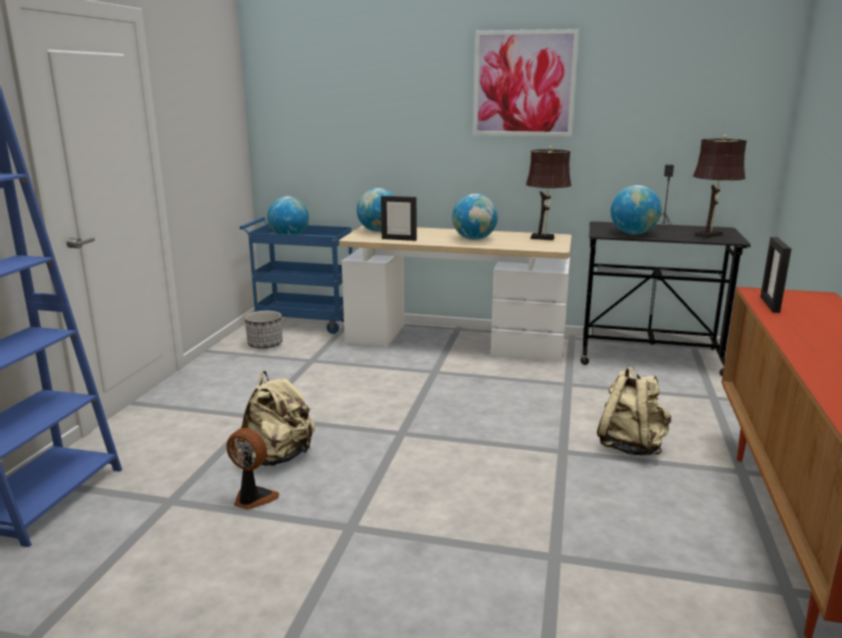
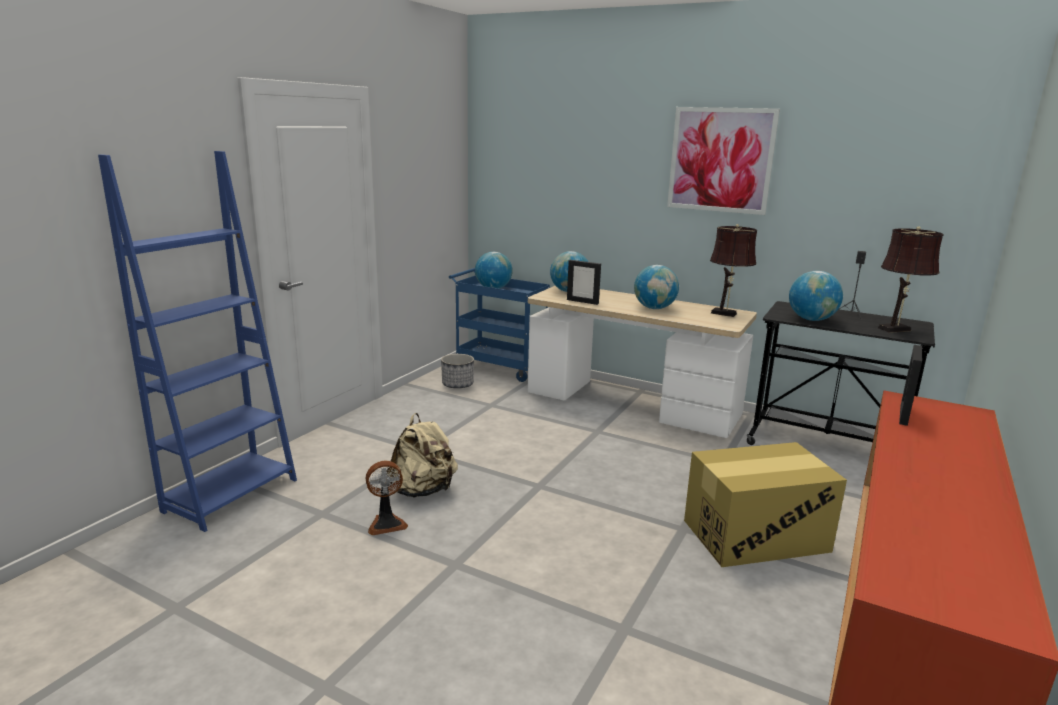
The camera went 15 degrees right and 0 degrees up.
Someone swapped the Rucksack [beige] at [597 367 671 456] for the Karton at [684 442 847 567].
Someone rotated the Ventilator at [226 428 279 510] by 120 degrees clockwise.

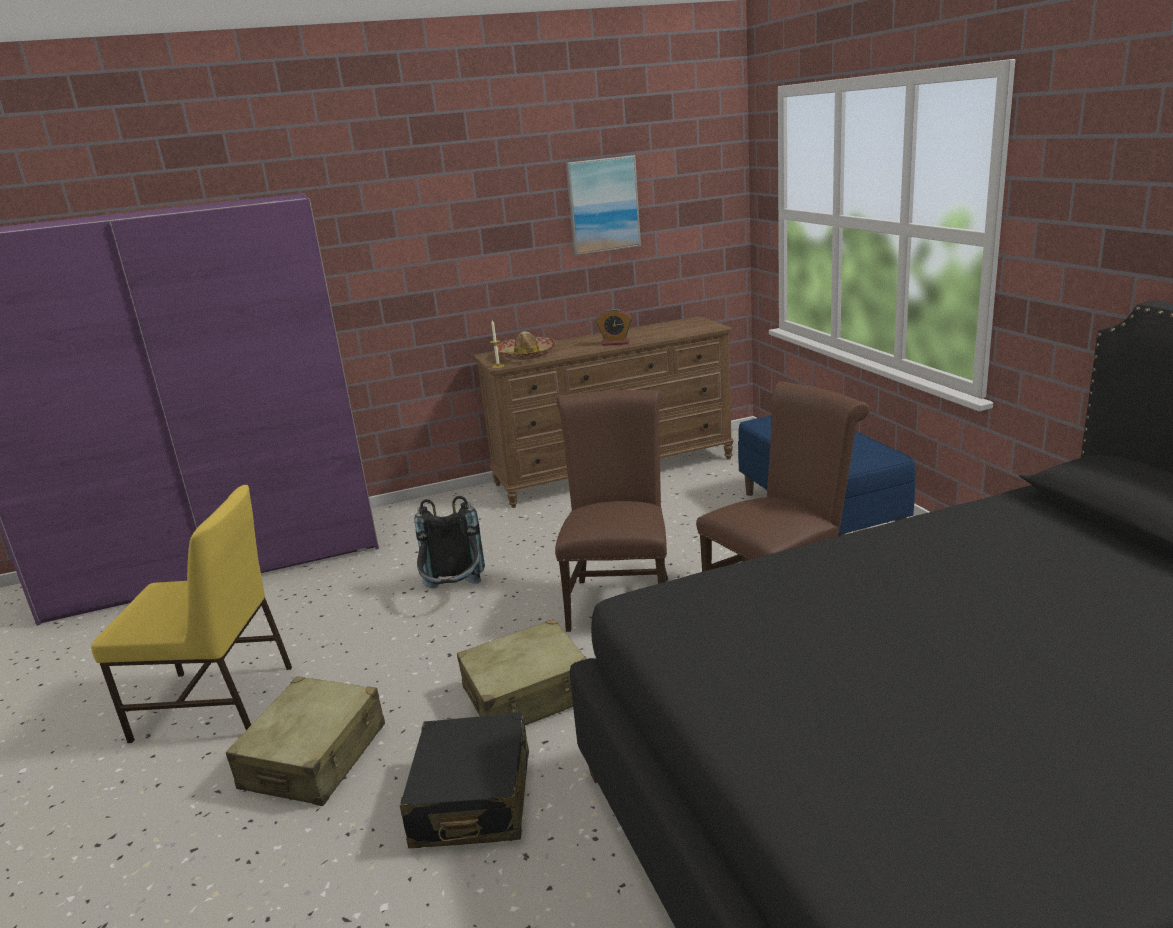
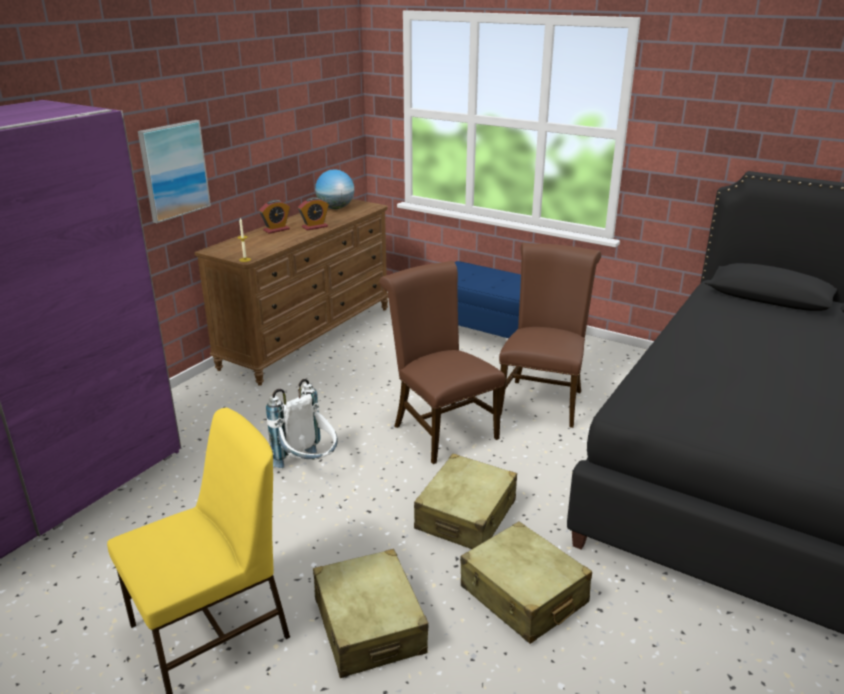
The camera went 40 degrees left and 5 degrees up.
Someone carried the Bild from [566 155 641 255] to [138 120 211 223].
Someone took away the Hut at [497 331 556 360].
Someone repainted the Rucksack [schwarz] at [414 496 485 588], which became the Rucksack [weiß] at [266 379 338 468].
Someone repainted the Koffer [schwarz] at [400 713 529 848], which became the Koffer [beige] at [460 521 592 644].
Someone put down the Globus at [315 169 354 209].
Someone put down the Wecker at [259 200 290 234].

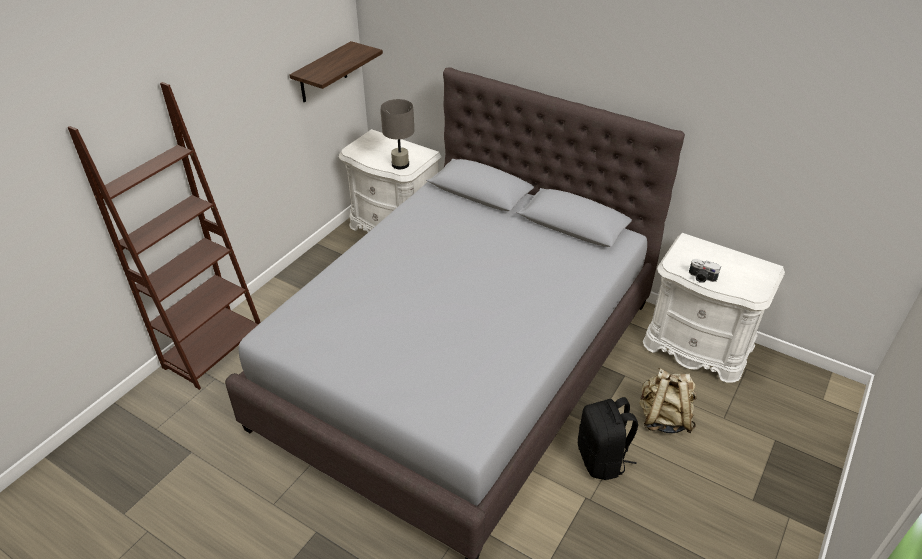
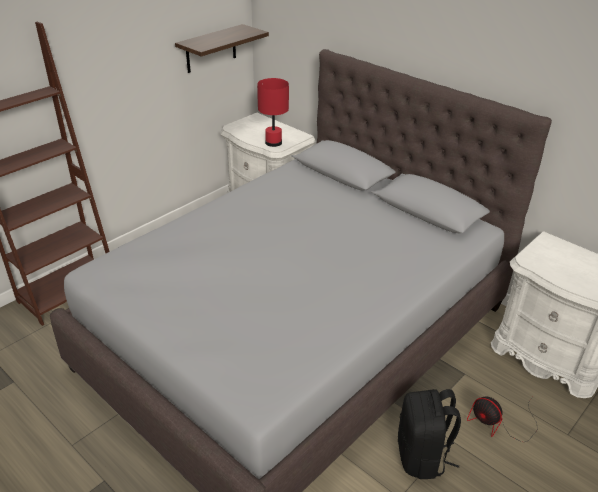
The camera went 10 degrees right and 5 degrees down.
Someone repainted the Tischlampe [grau] at [381 99 414 169], which became the Tischlampe [rot] at [257 78 289 147].
Someone took away the Kamera at [689 259 721 283].
Someone swapped the Rucksack [beige] at [639 368 697 433] for the Ventilator at [467 397 537 442].

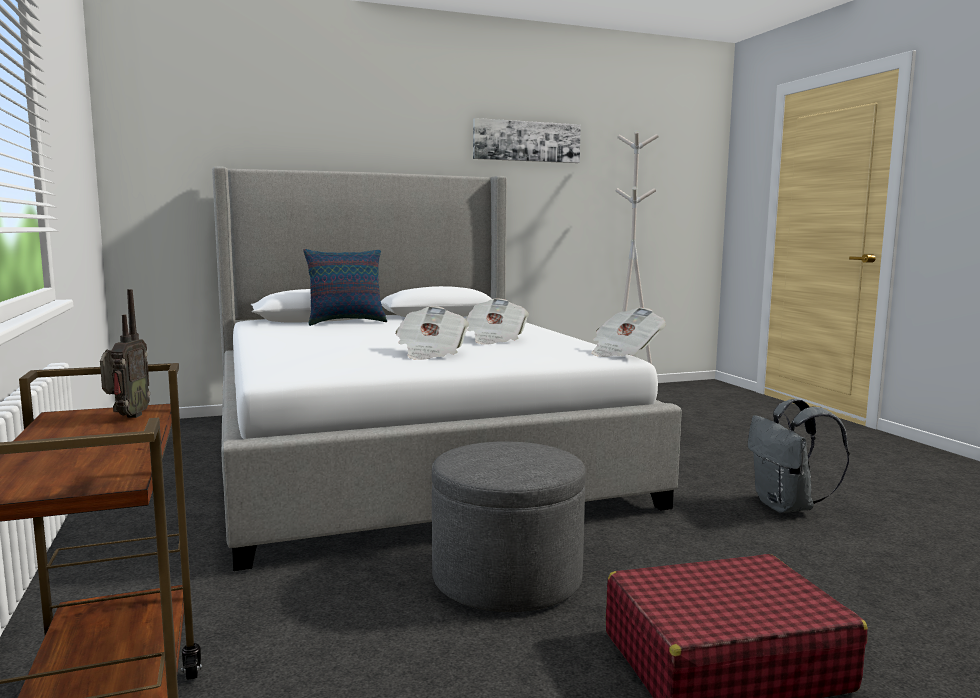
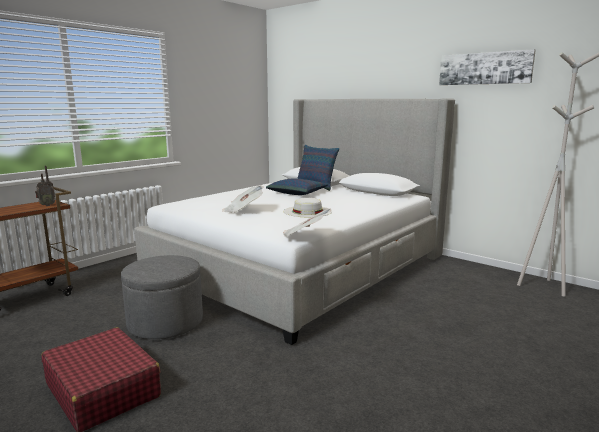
The camera went 60 degrees right and 5 degrees up.
Someone swapped the Zeitung at [466 298 529 345] for the Hut [weiß] at [284 197 332 217].
Someone took away the Rucksack [grau] at [748 399 850 513].
Someone put down the Kissen [blau] at [266 179 329 195].

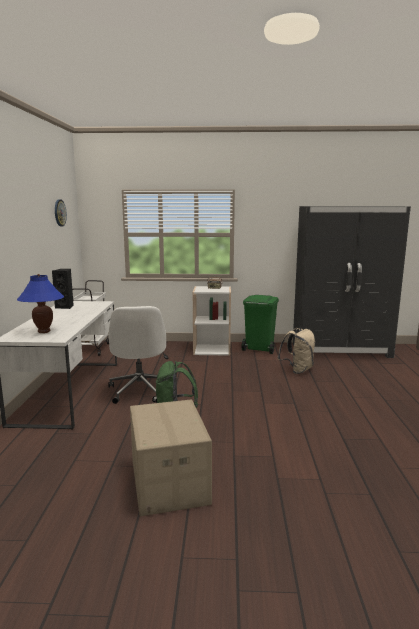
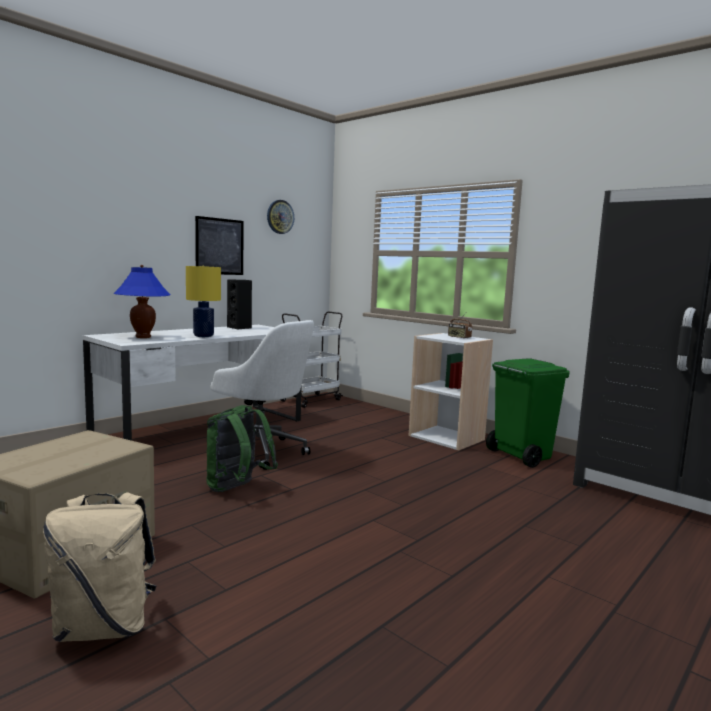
The camera went 40 degrees right and 5 degrees down.
Someone rotated the Bürostuhl [weiß] at [108 306 169 404] by 90 degrees counterclockwise.
Someone carried the Rucksack [beige] from [277 328 315 374] to [43 492 157 642].
Someone put up the Bild at [195 216 244 275].
Someone put down the Tischlampe [gelb] at [186 266 221 337].

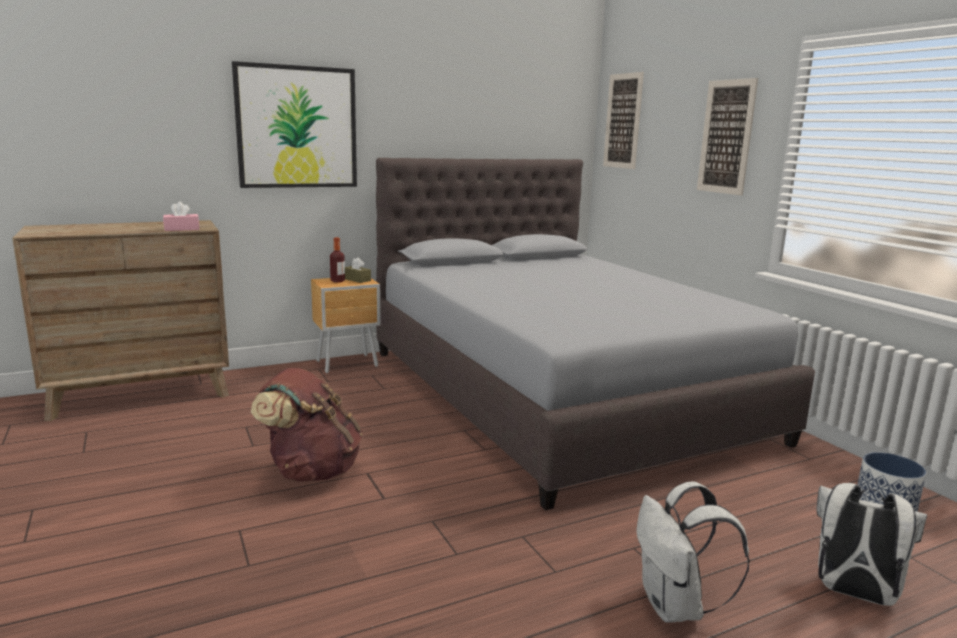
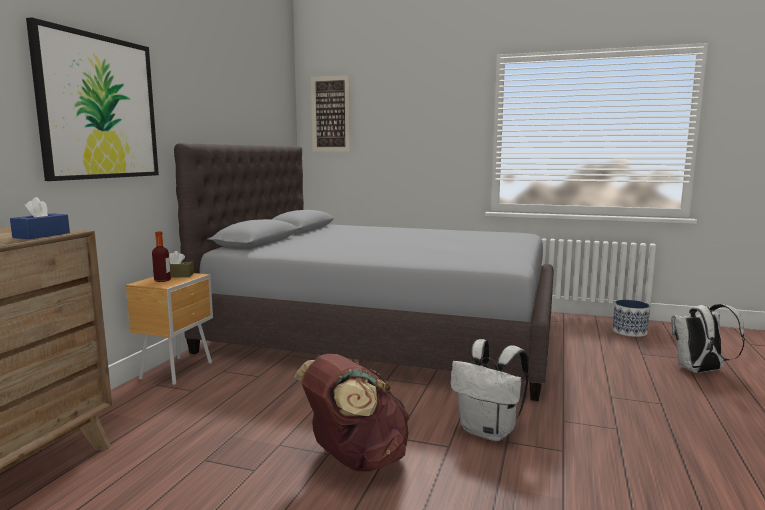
The camera went 45 degrees left and 5 degrees down.
Someone took away the Bild at [697 78 758 195].
Someone repainted the Taschentuchbox [rosa] at [163 202 199 231], which became the Taschentuchbox [blau] at [10 197 70 239].
Someone carried the Rucksack [weiß] from [636 481 750 623] to [450 339 529 441].

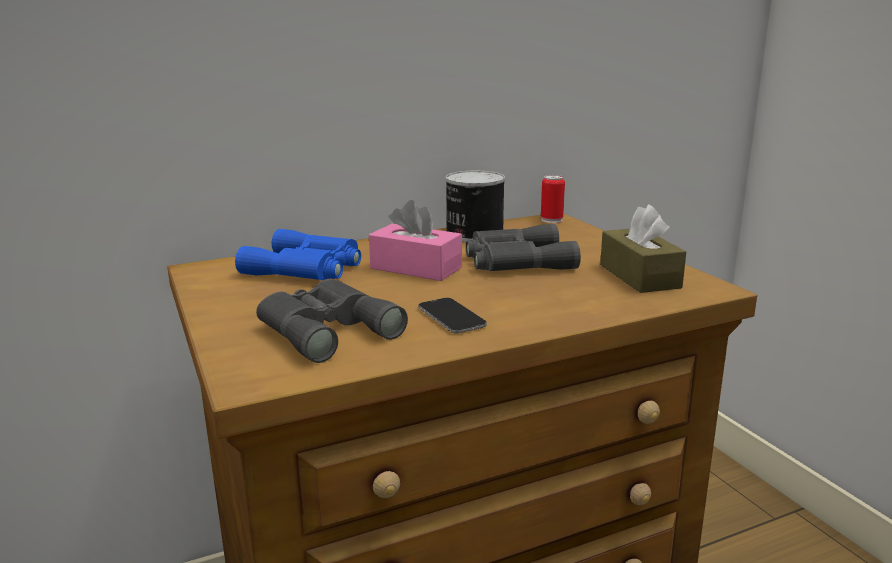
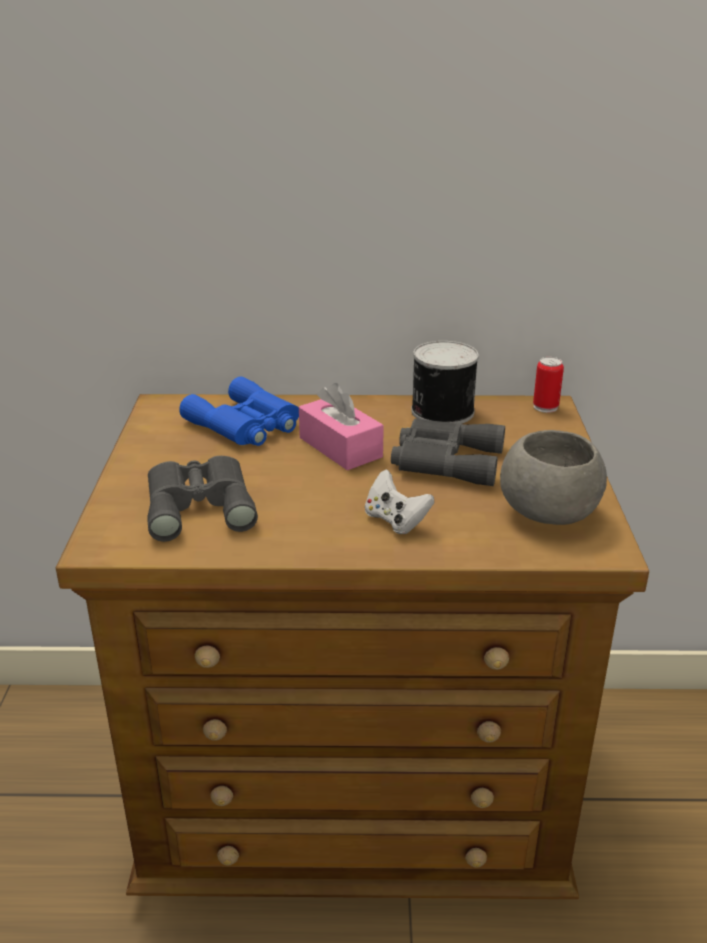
The camera went 25 degrees right and 10 degrees up.
Someone swapped the Taschentuchbox [braun] at [600 204 686 293] for the Schüssel [grau] at [500 430 607 525].
Someone took away the Handy at [418 298 487 333].
Someone put down the Gamepad [weiß] at [365 469 435 534].

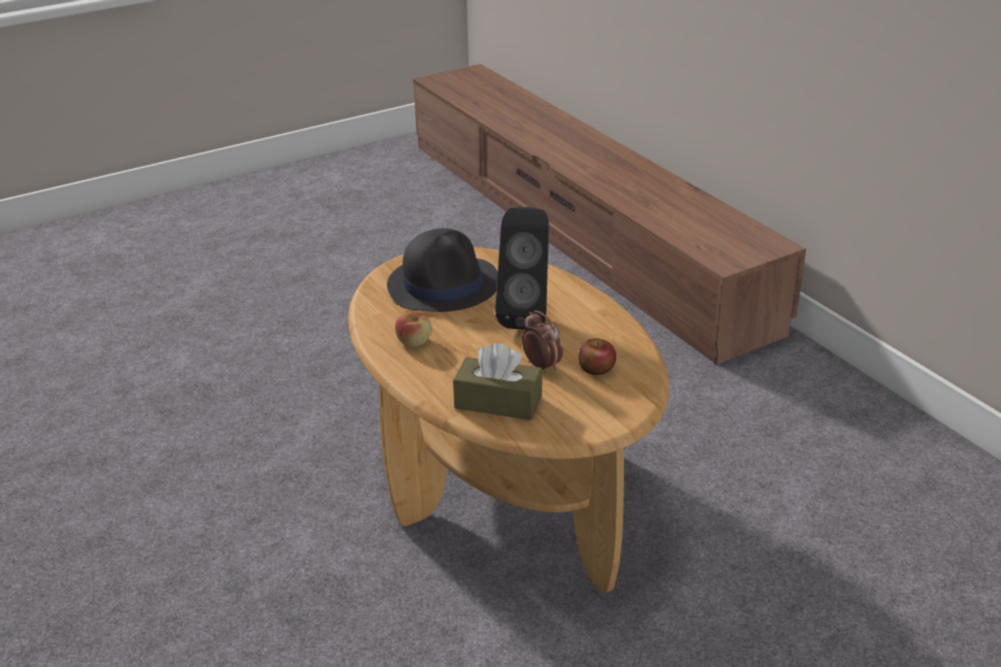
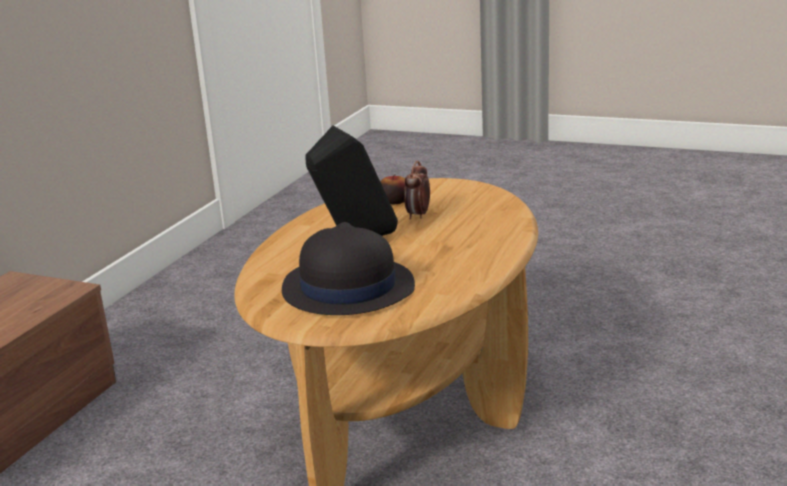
The camera went 125 degrees left and 10 degrees down.
Someone took away the Apfel at [395 311 432 347].
Someone took away the Taschentuchbox [braun] at [453 343 542 420].

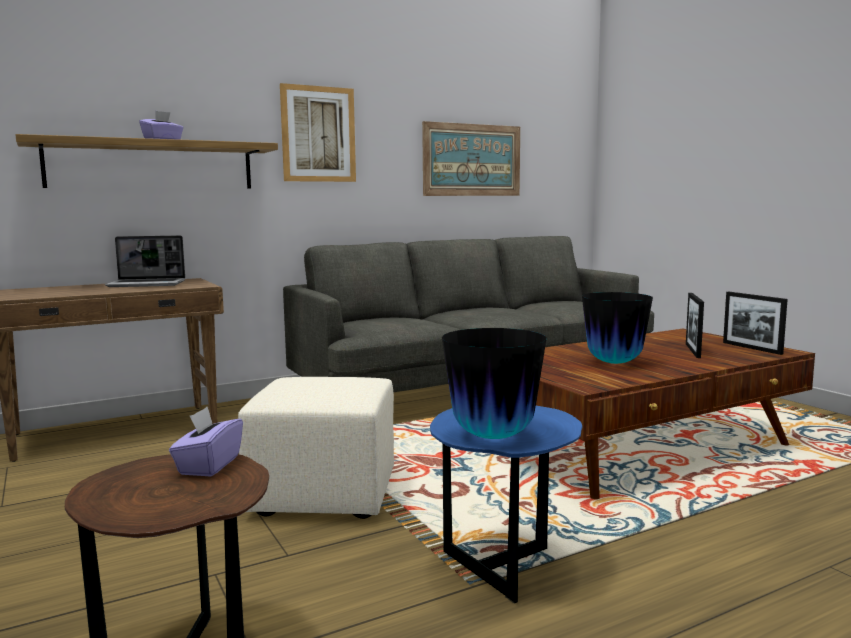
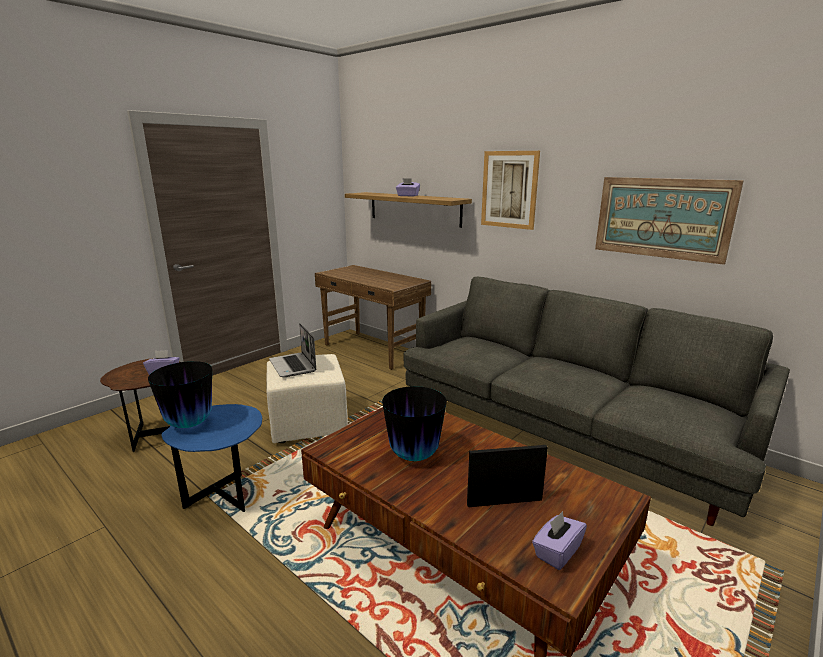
The camera went 70 degrees right and 10 degrees up.
Someone carried the Laptop from [105 235 185 287] to [269 323 316 377].
Someone swapped the Bilderrahmen at [723 292 788 355] for the Taschentuchbox [lila] at [532 511 587 570].

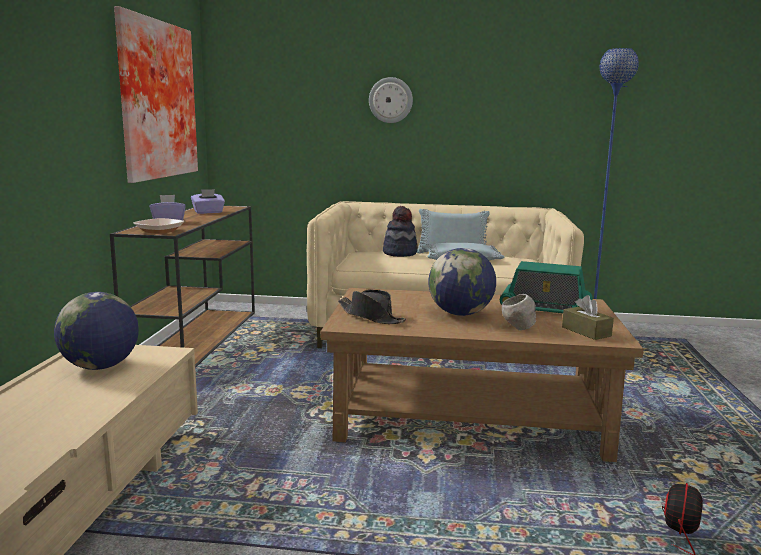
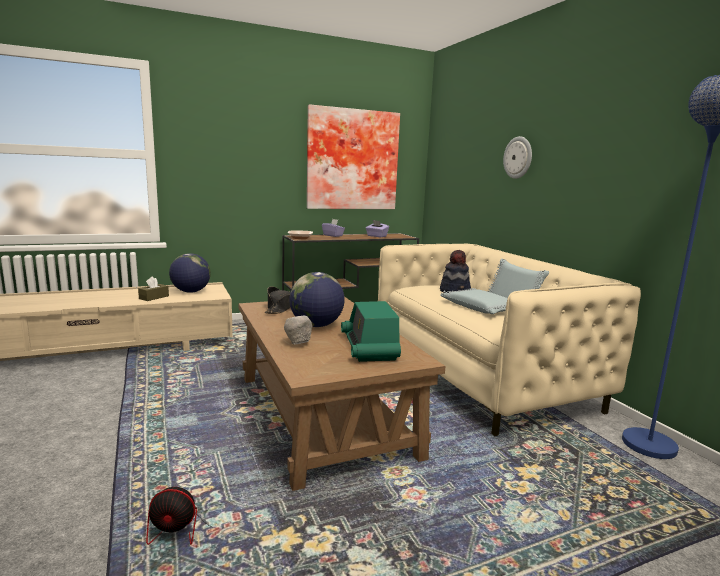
The camera went 60 degrees right and 0 degrees up.
Someone carried the Taschentuchbox [braun] from [562 295 614 340] to [138 276 169 301].

